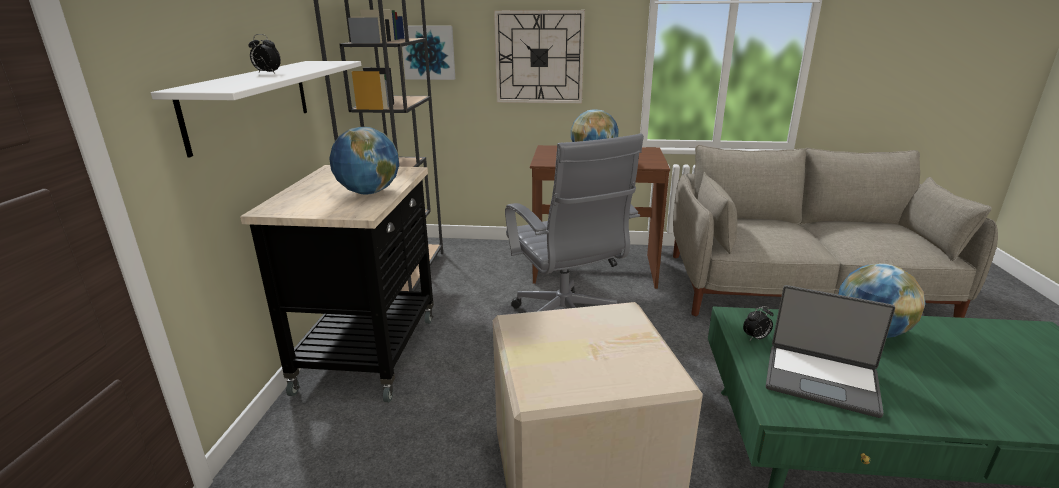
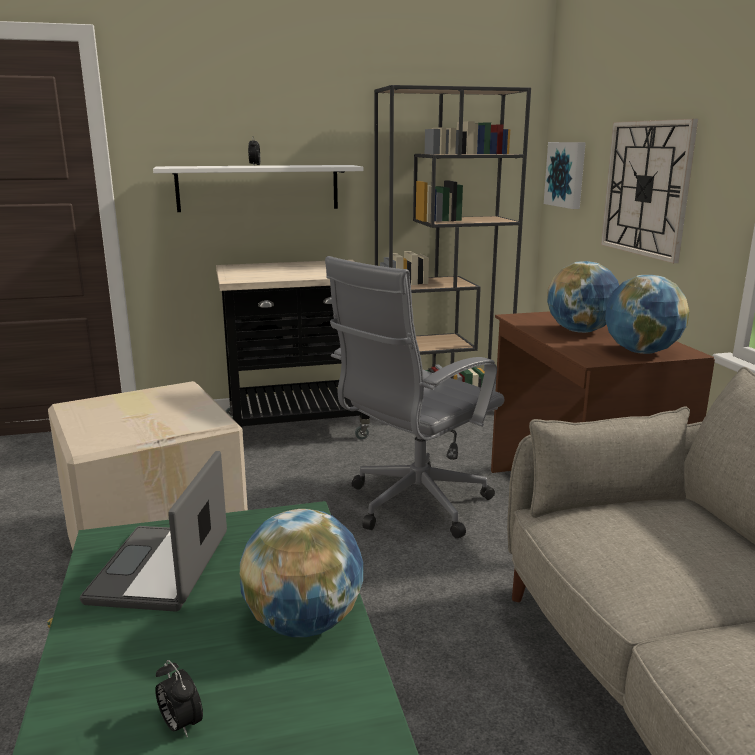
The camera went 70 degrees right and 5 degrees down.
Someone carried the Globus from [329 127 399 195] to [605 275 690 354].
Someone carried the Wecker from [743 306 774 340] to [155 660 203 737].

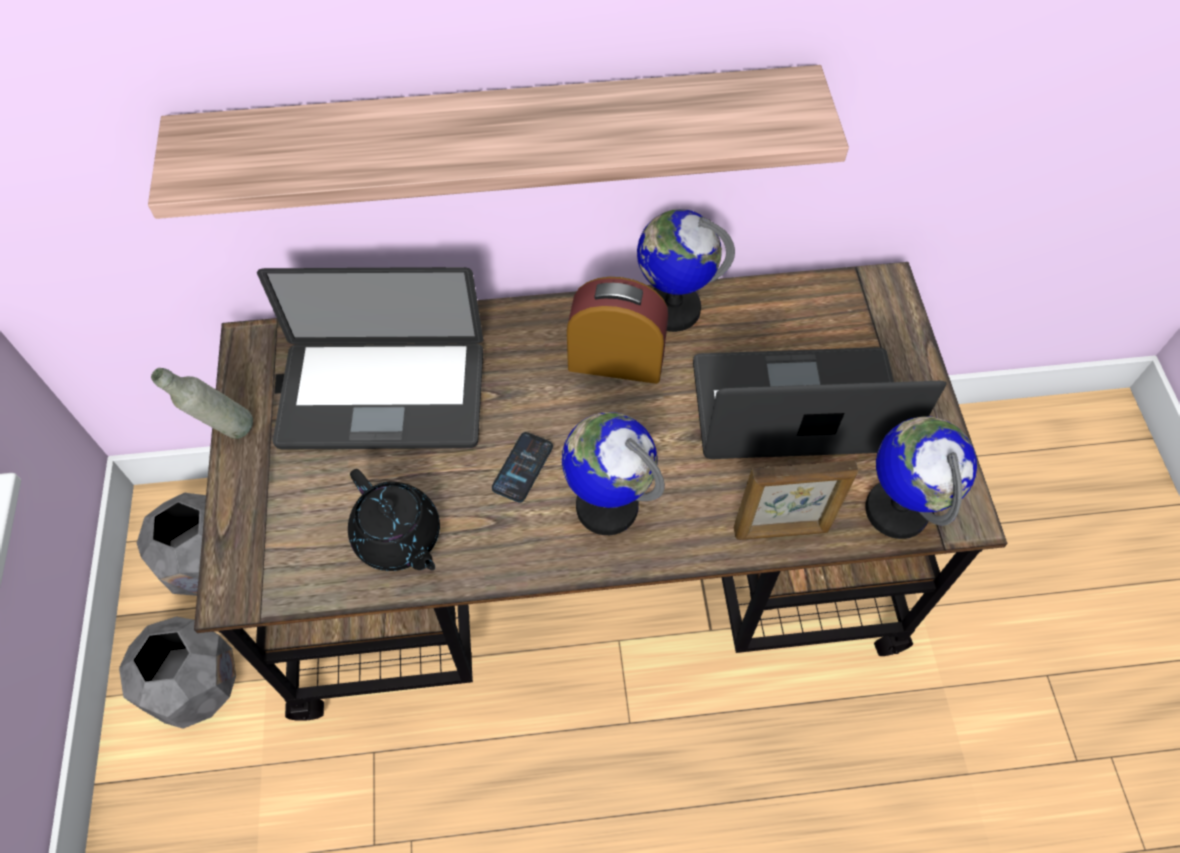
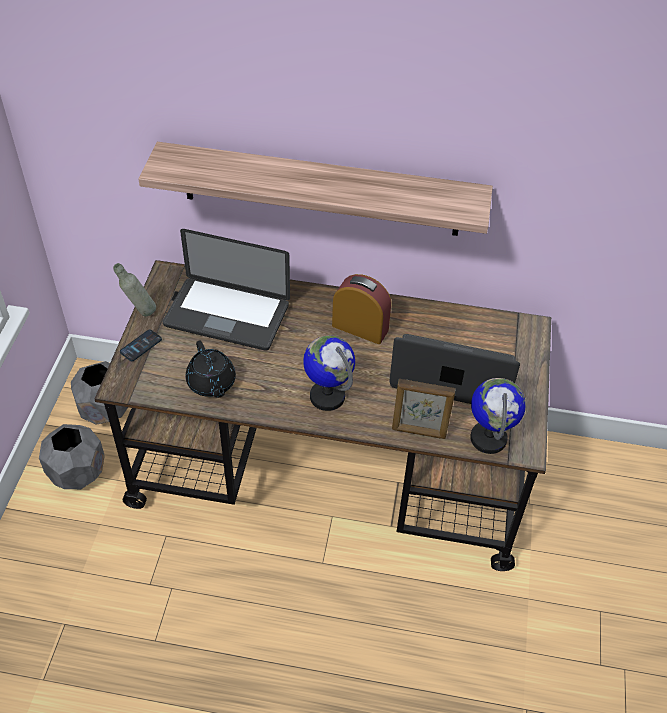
The camera went 15 degrees right and 10 degrees down.
Someone took away the Globus at [637 209 735 332].
Someone carried the Handy from [492 432 553 502] to [120 329 162 361].

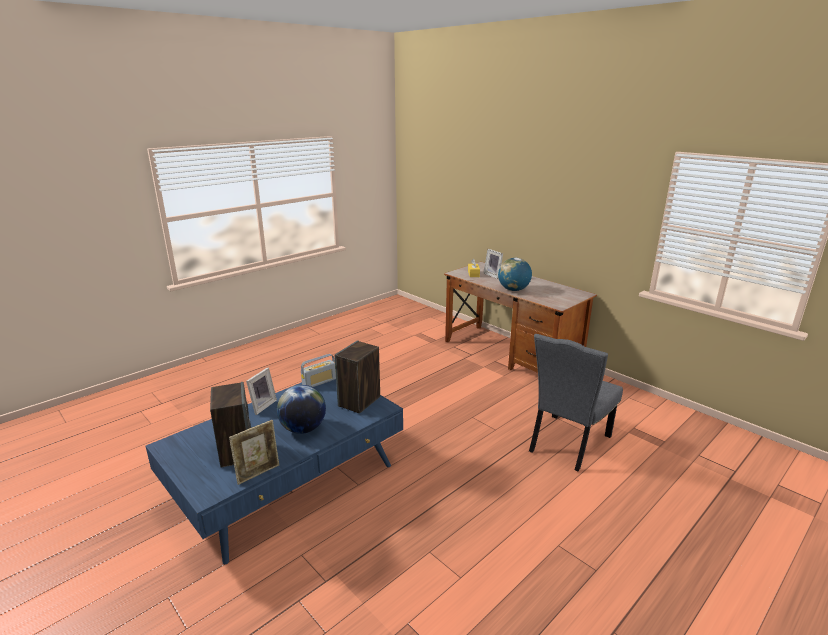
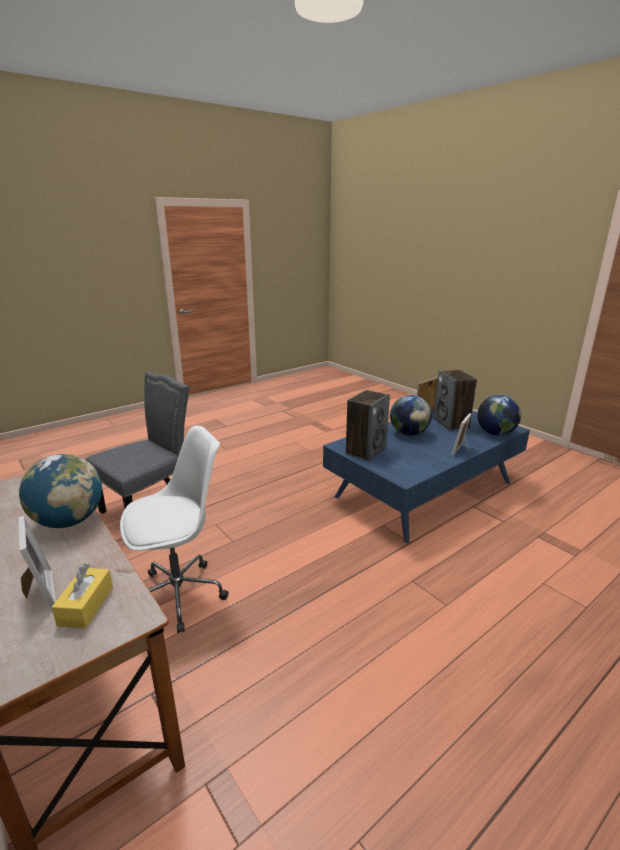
The camera went 175 degrees left and 0 degrees up.
Someone took away the Radio at [301 354 336 387].
Someone put down the Globus at [477 395 521 436].
Someone put down the Bürostuhl [weiß] at [120 425 229 633].

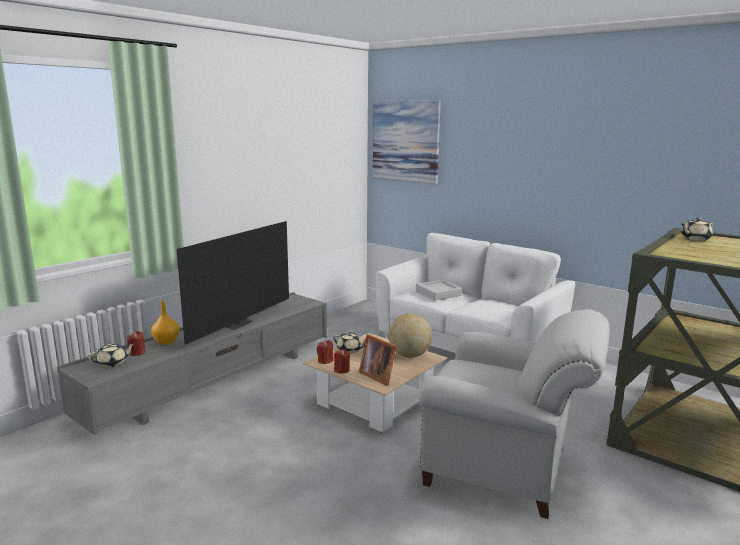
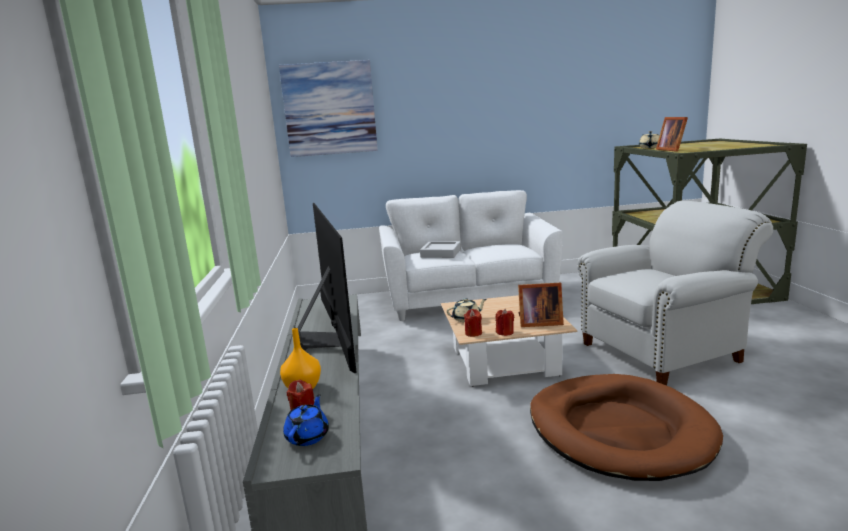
The camera went 45 degrees left and 0 degrees up.
Someone took away the Globus at [388 314 432 358].
Someone repainted the Teekanne [beige] at [87 343 135 368], which became the Teekanne [blau] at [283 394 329 446].
Someone put down the Bilderrahmen at [656 117 688 152].
Someone put down the Hundebett [braun] at [530 374 723 481].

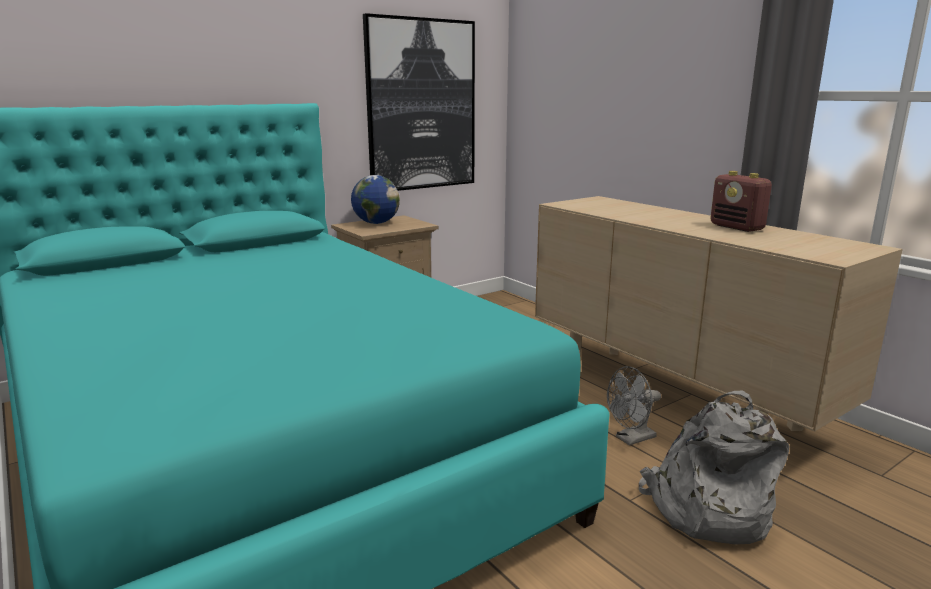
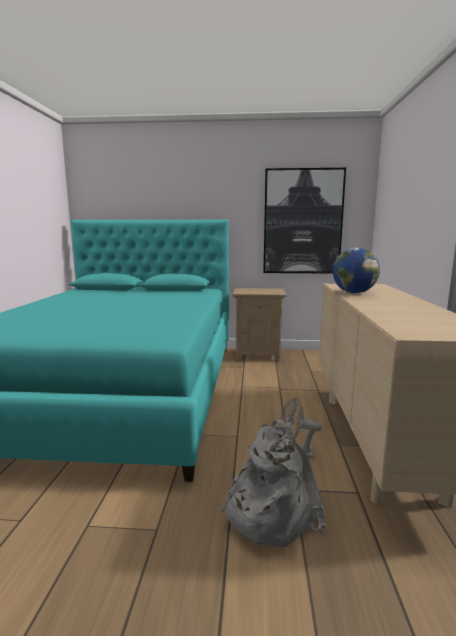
The camera went 40 degrees right and 5 degrees down.
Someone took away the Radio at [710 171 772 232].
Someone carried the Globus from [351 175 400 224] to [333 248 380 293].

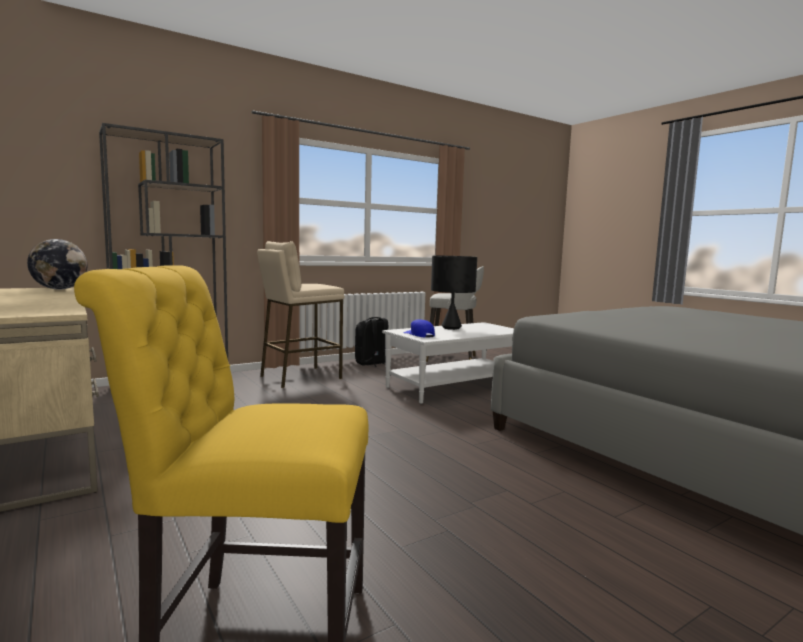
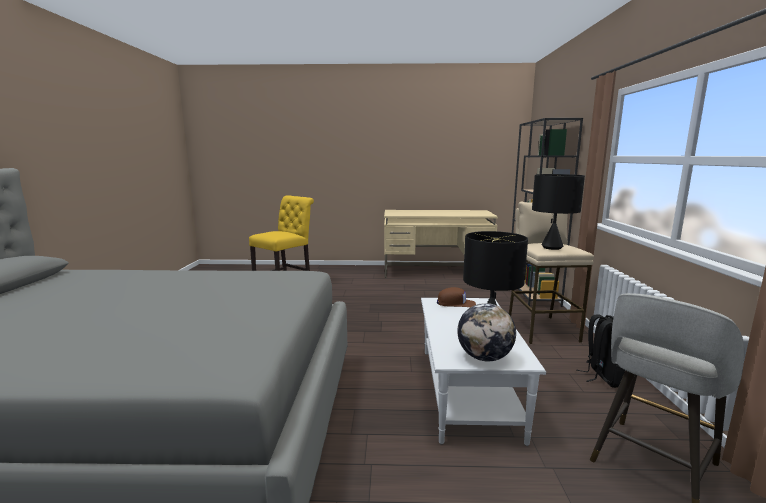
The camera went 125 degrees right and 5 degrees up.
Someone carried the Globus from [27 239 87 289] to [457 303 516 361].
Someone repainted the Kappe [blau] at [403 319 435 338], which became the Kappe [braun] at [437 287 476 307].
Someone put down the Tischlampe [schwarz] at [532 174 585 250].

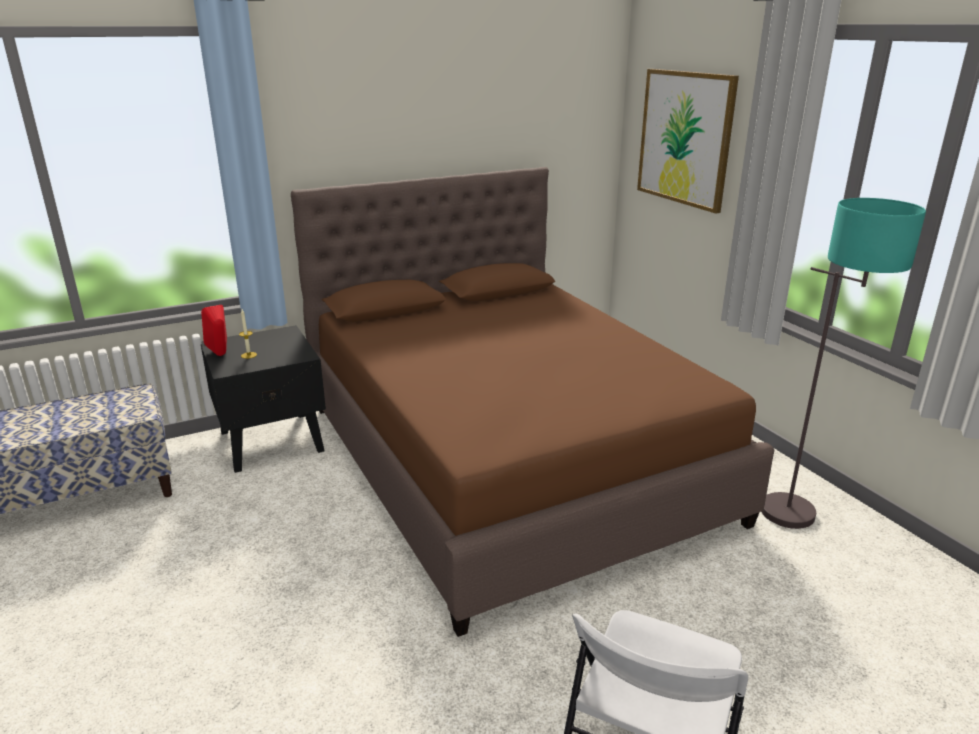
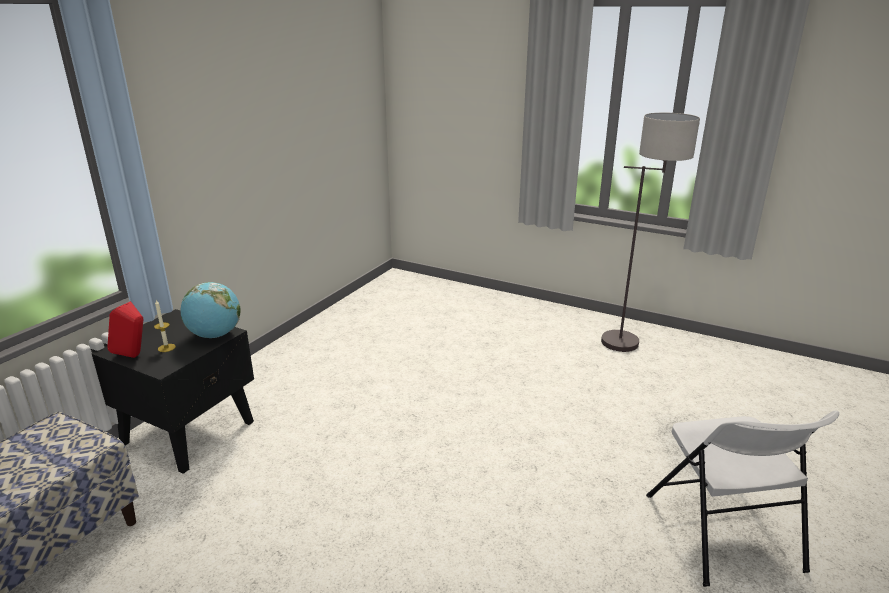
The camera went 35 degrees left and 0 degrees up.
Someone took away the Bild at [637 69 739 214].
Someone took away the Bett [braun] at [291 167 774 637].
Someone repainted the Stehlampe [türkis] at [762 198 926 529], which became the Stehlampe [grau] at [601 113 700 352].
Someone put down the Globus at [181 282 241 338].

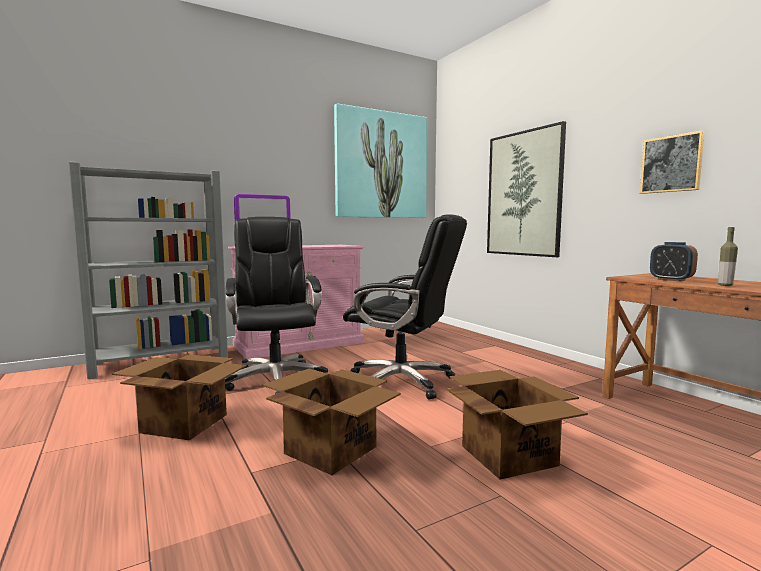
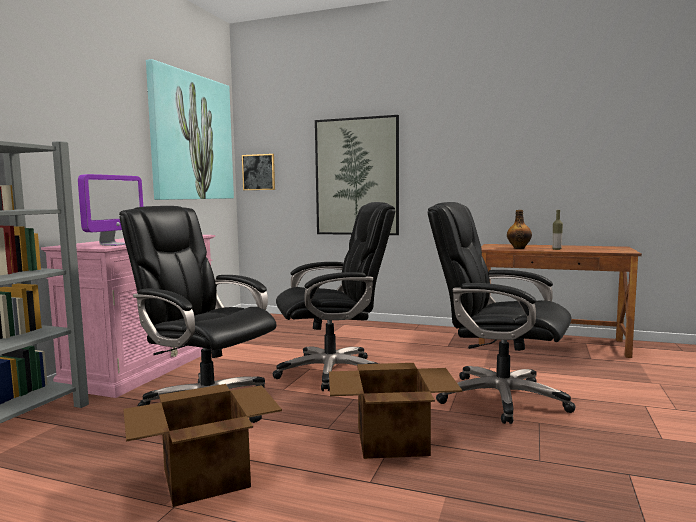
The camera went 40 degrees left and 0 degrees up.
Someone carried the Bild from [640 131 704 194] to [242 154 275 190].
Someone swapped the Wecker at [650 242 698 281] for the Flasche at [507 210 532 249].
Someone swapped the Karton at [447 370 588 480] for the Bürostuhl [schwarz] at [428 202 576 424].

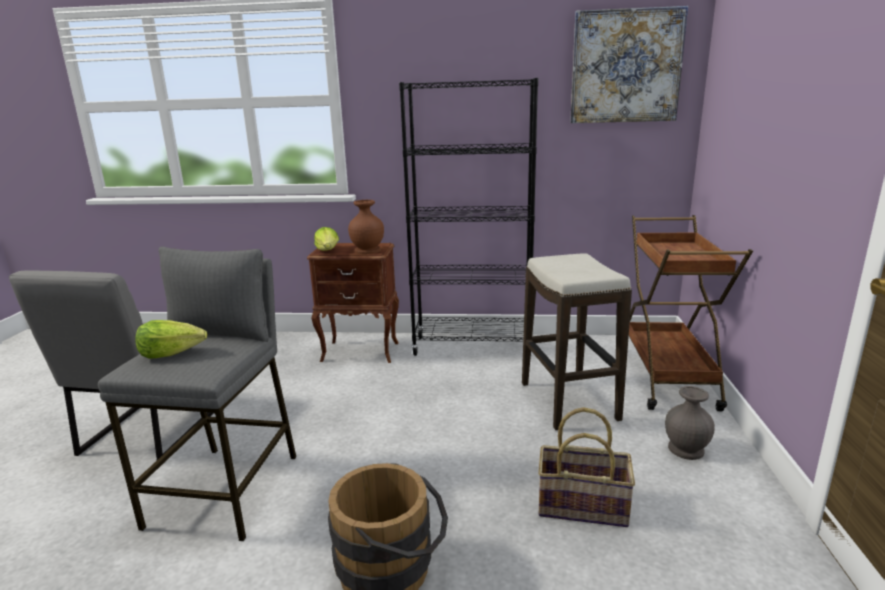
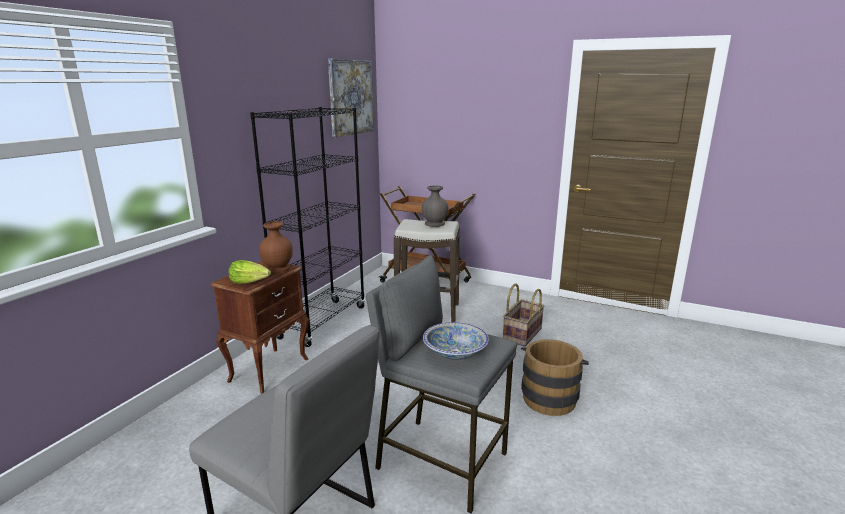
The camera went 70 degrees left and 0 degrees up.
Someone swapped the Salatkopf at [136 320 207 359] for the Schüssel at [423 322 489 360].
Someone carried the Vase [grau] from [665 386 715 460] to [422 185 448 227].

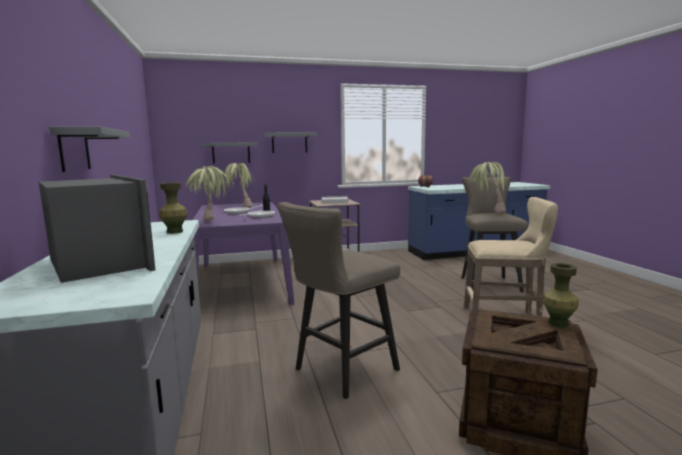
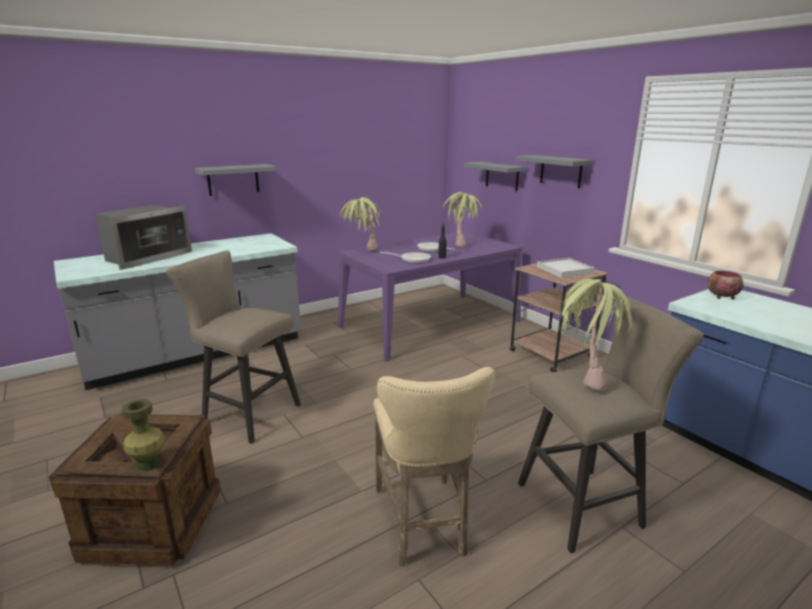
The camera went 70 degrees right and 10 degrees up.
Someone took away the Vase [grün] at [159 183 188 234].

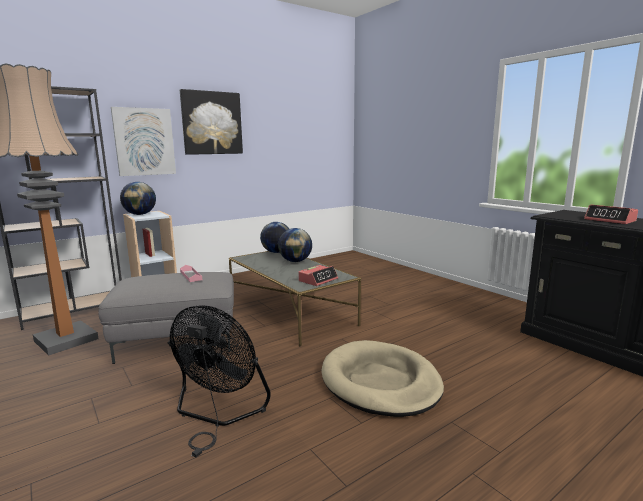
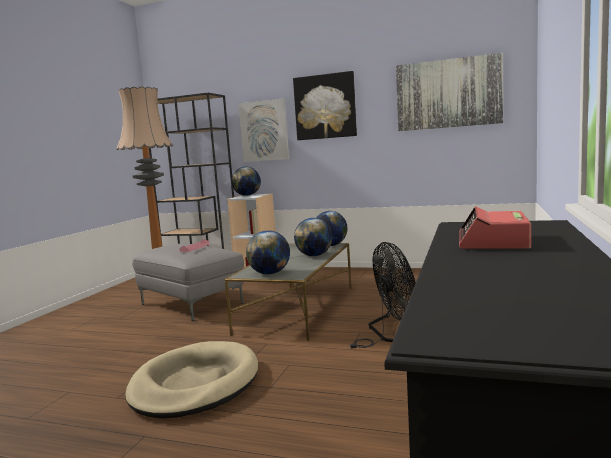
The camera went 55 degrees right and 5 degrees down.
Someone swapped the Wecker at [298 265 338 286] for the Globus at [246 230 290 275].
Someone carried the Ventilator [schwarz] from [168 305 271 458] to [349 242 416 348].
Someone put up the Bild at [396 53 503 131].

